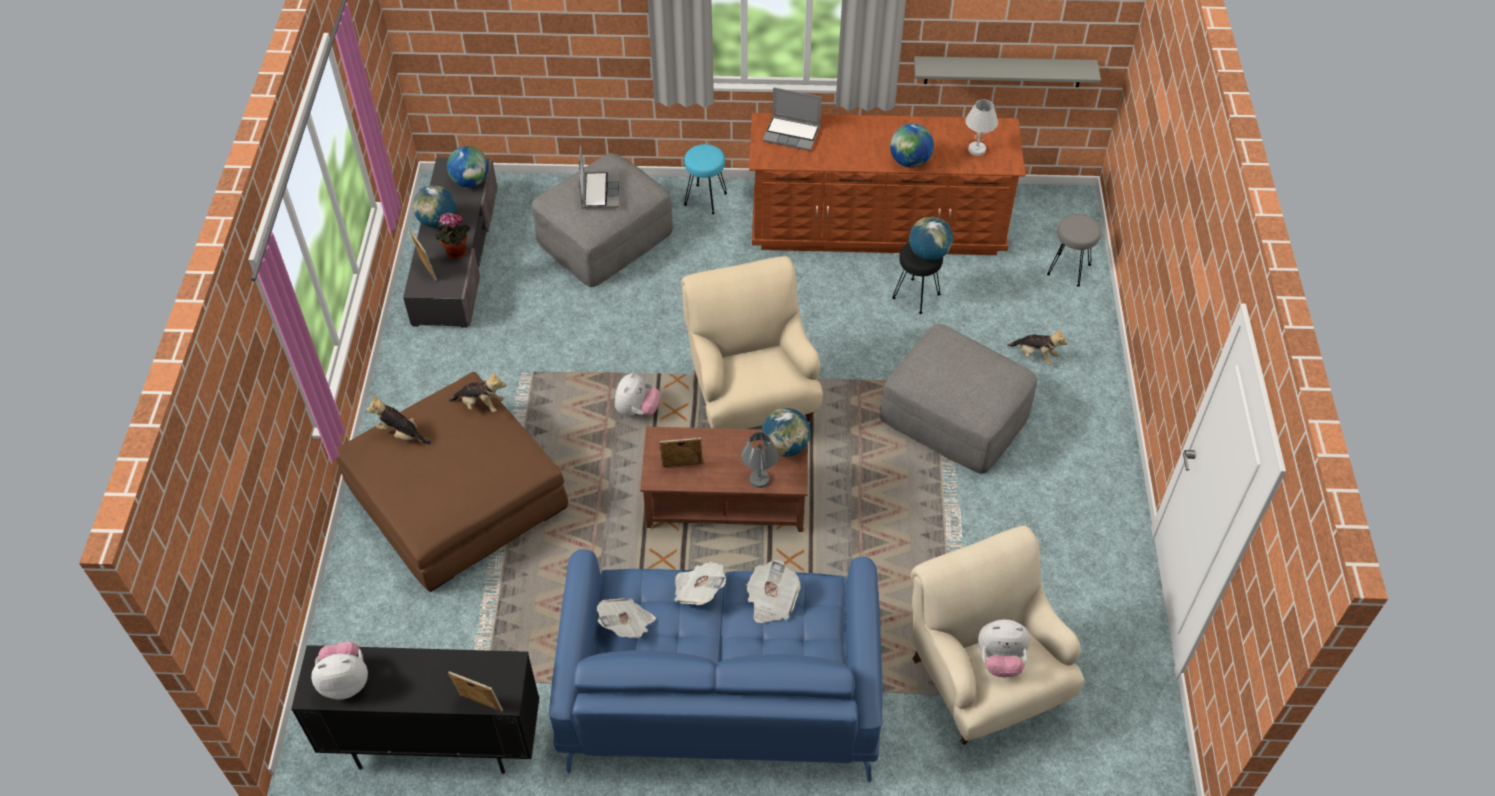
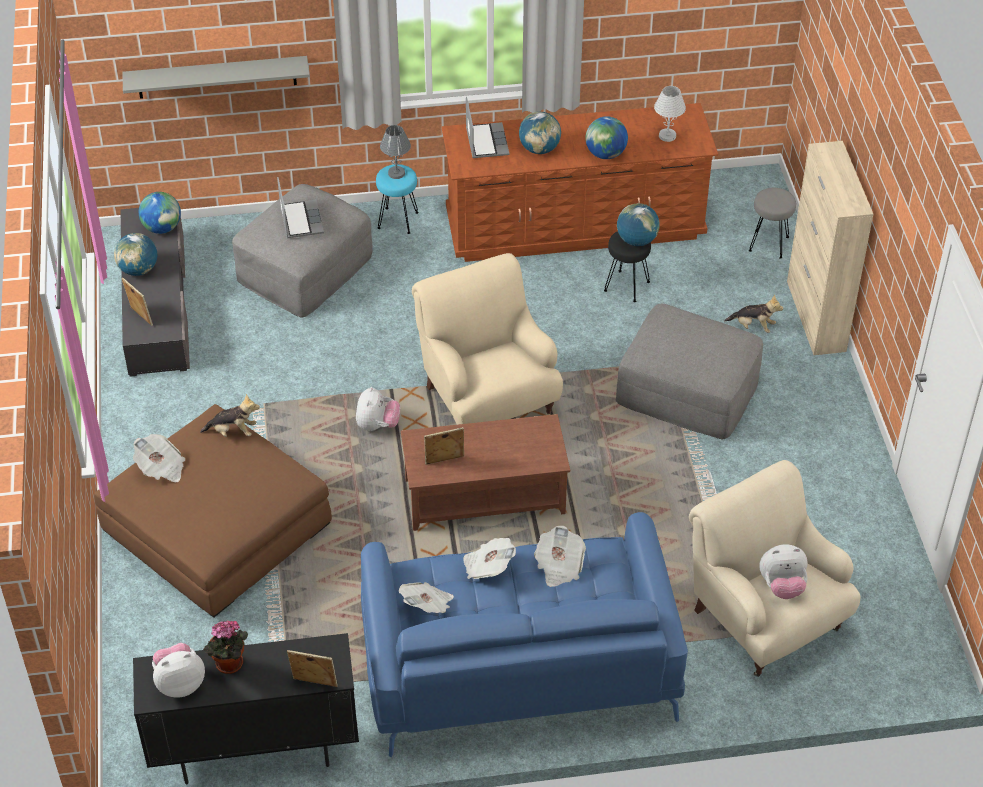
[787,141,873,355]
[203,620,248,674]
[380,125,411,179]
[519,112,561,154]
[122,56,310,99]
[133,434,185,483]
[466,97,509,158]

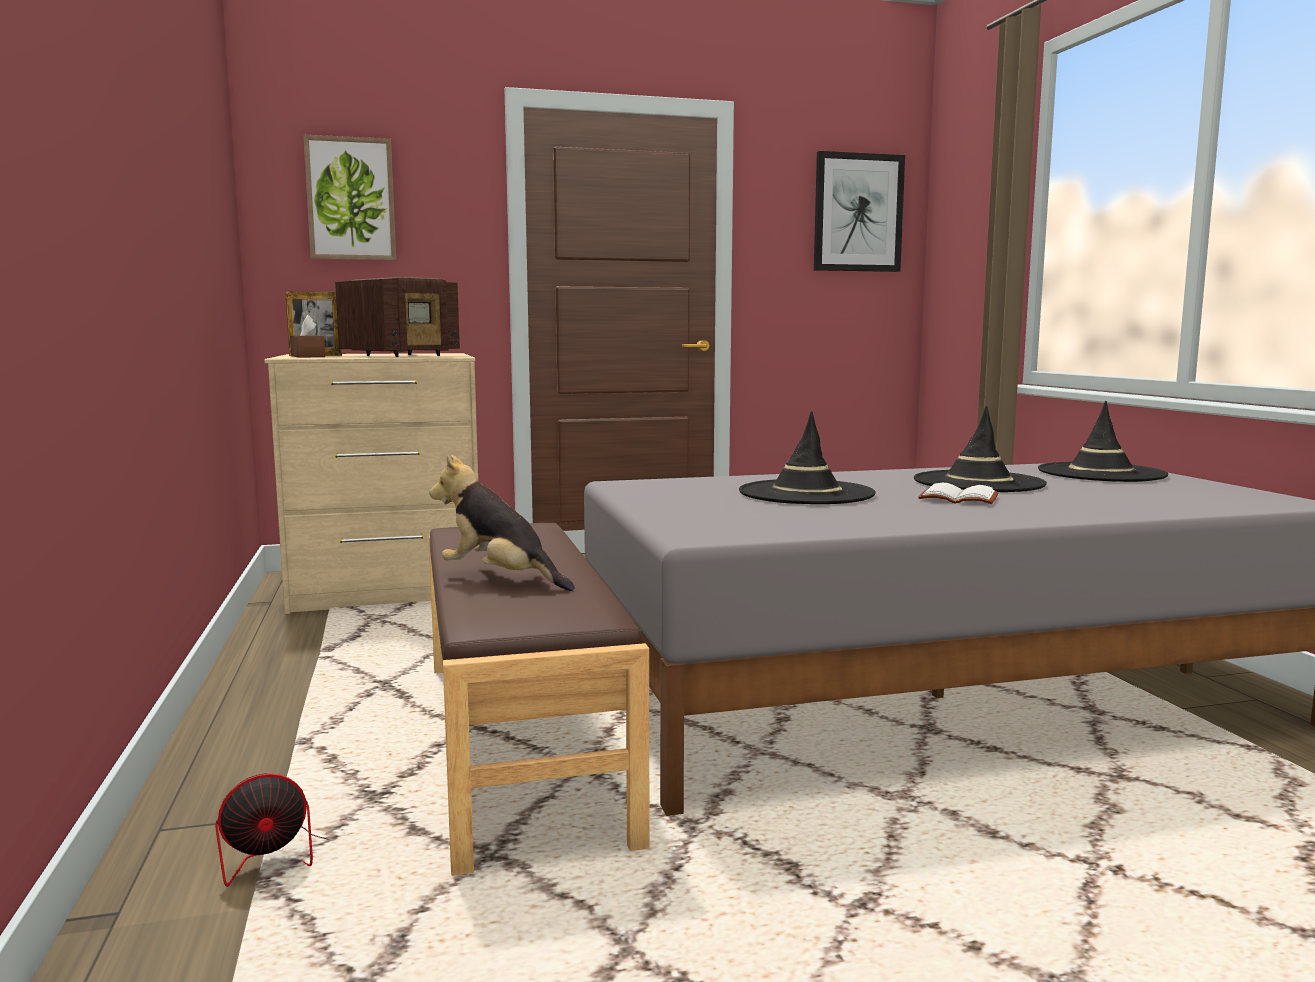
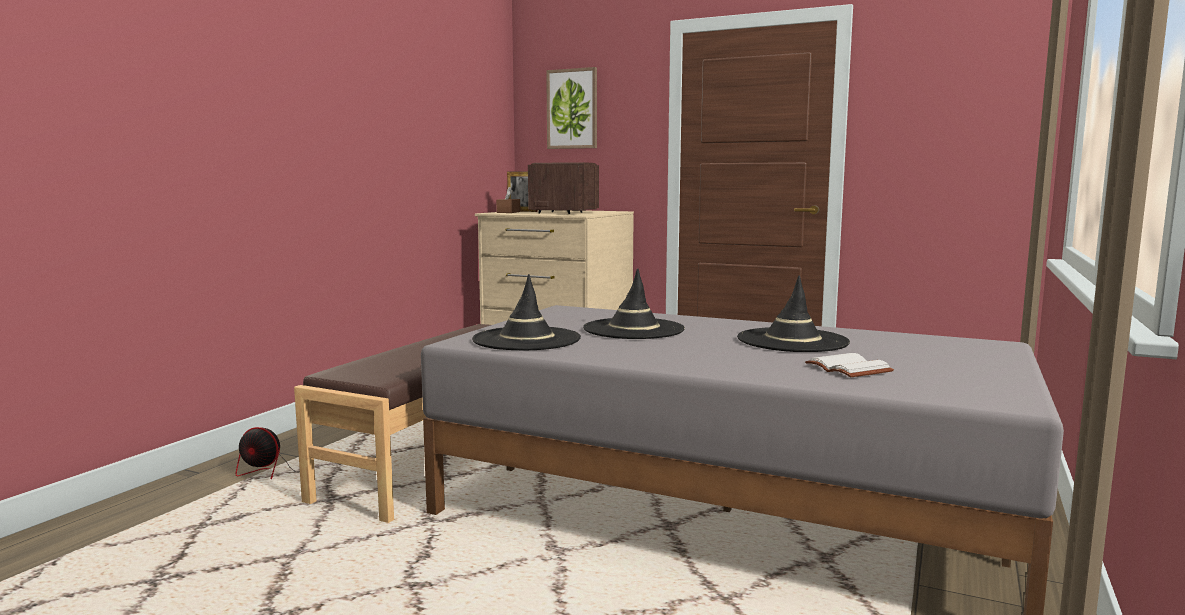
[429,455,575,591] (first image)
[814,151,905,272] (first image)
[805,353,894,378]
[472,274,581,350]
[528,162,599,214]

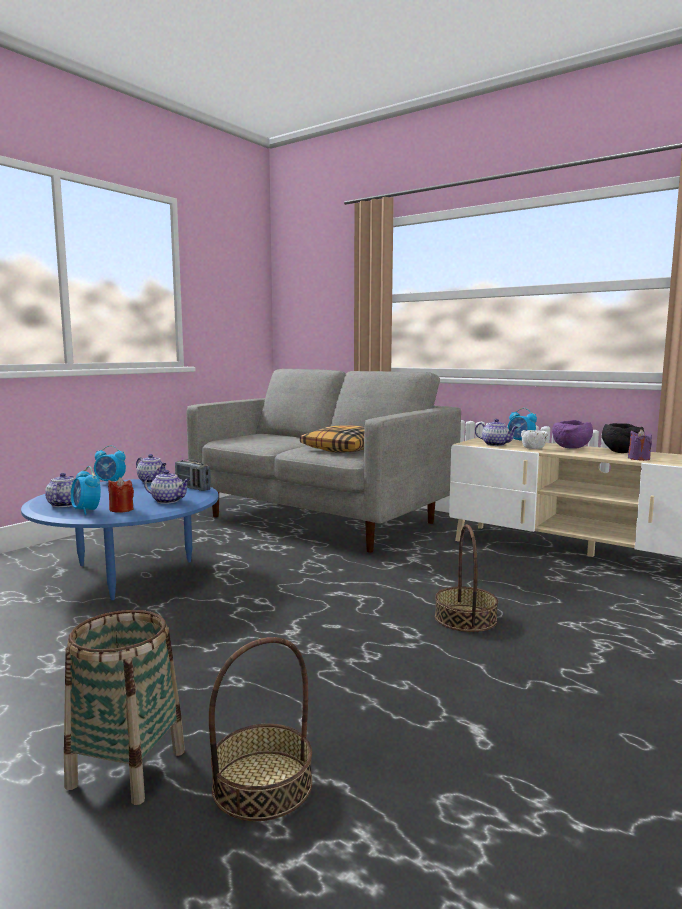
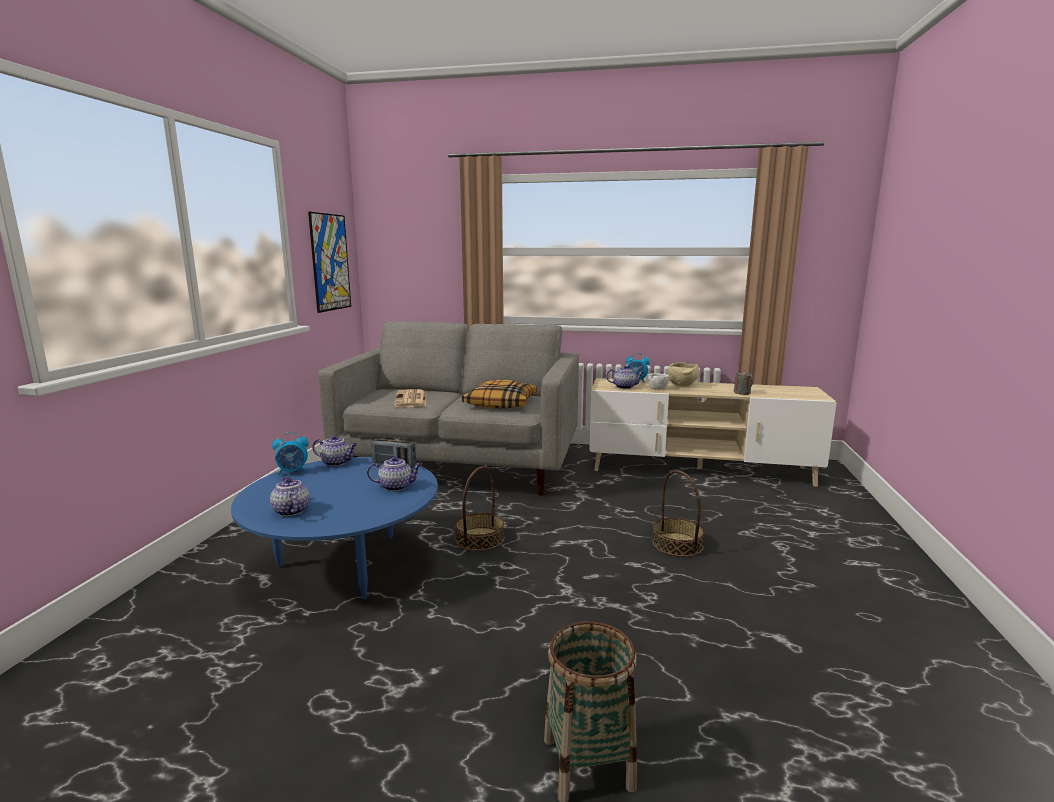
[71,466,101,515] (first image)
[108,477,134,513] (first image)
[602,423,644,453] (first image)
[308,212,351,313]
[394,389,426,408]
[455,466,504,551]
[668,362,699,386]
[734,371,753,395]

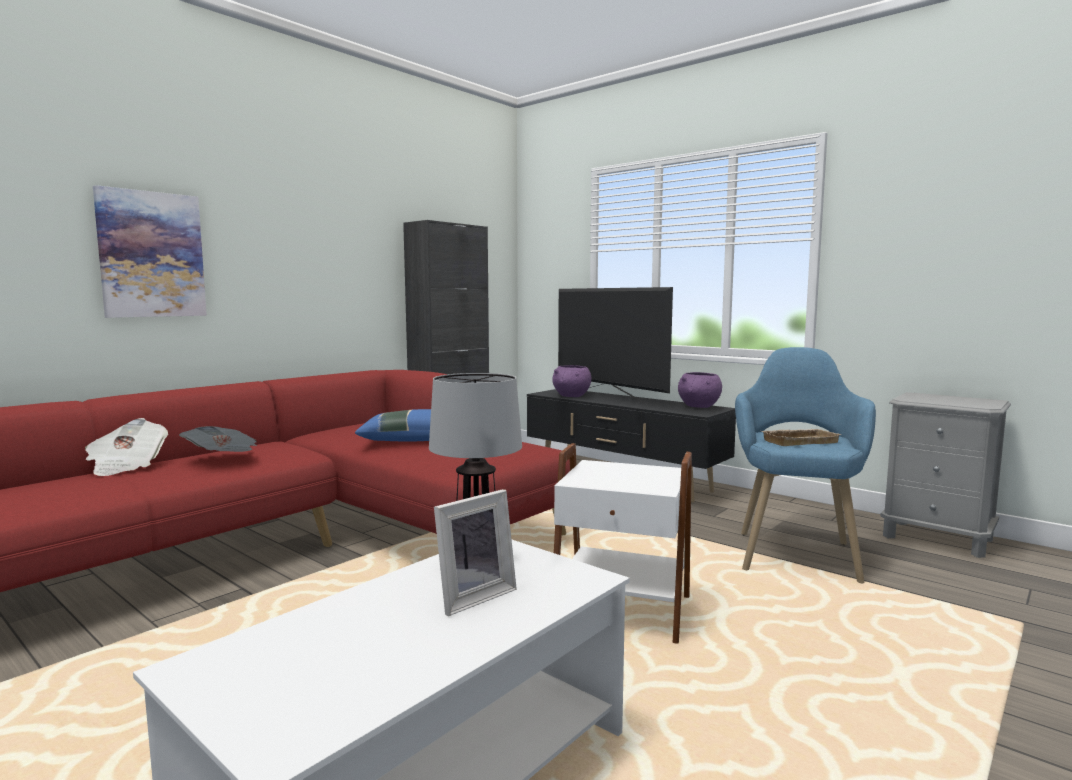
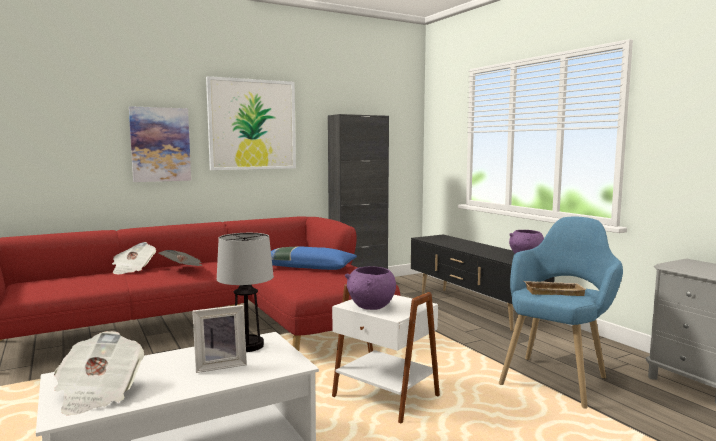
[558,287,673,403] (first image)
[54,331,144,416]
[206,76,296,170]
[345,267,396,310]

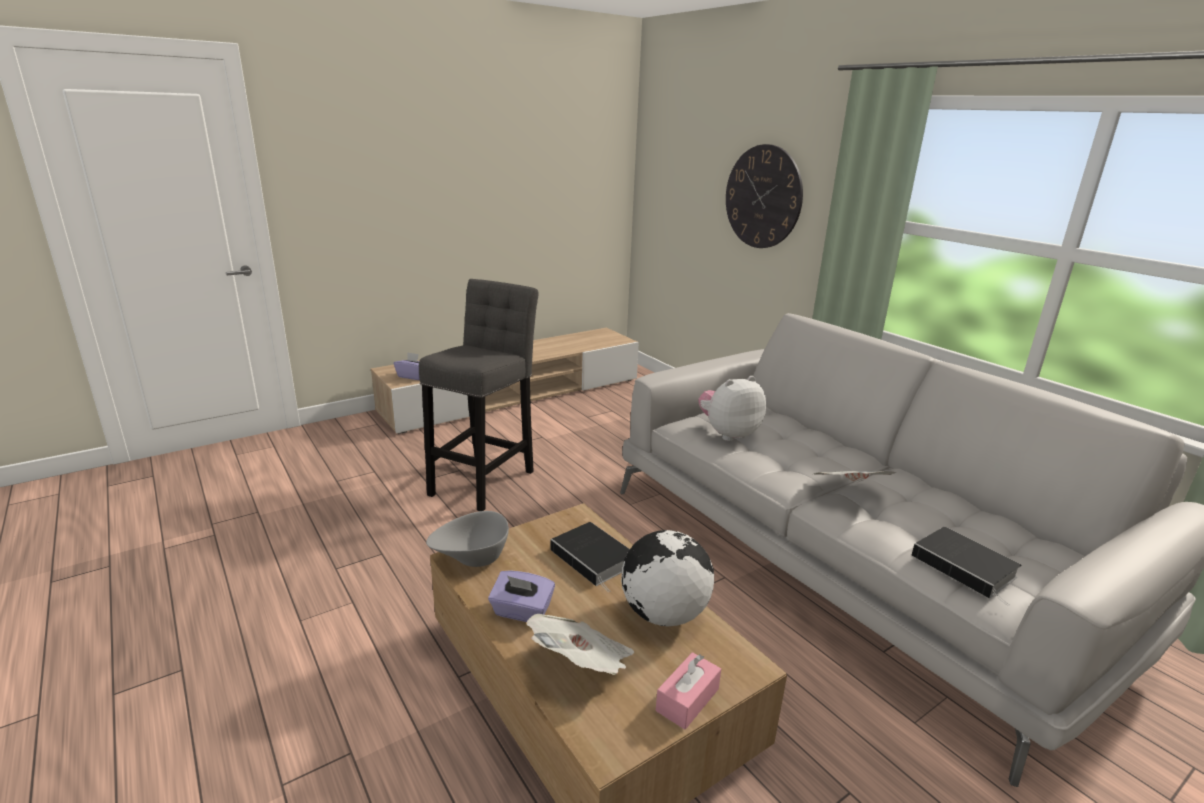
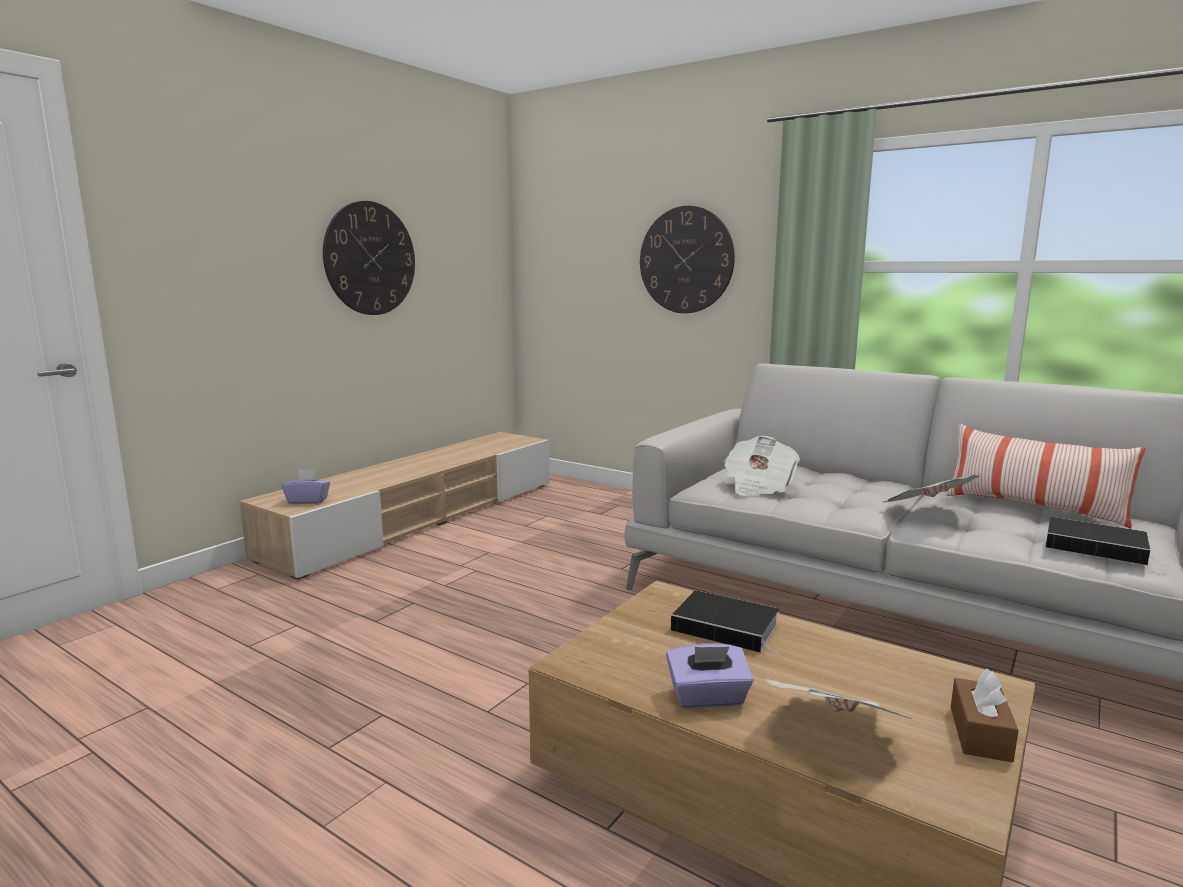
[419,279,538,511] (first image)
[426,511,509,567] (first image)
[621,530,714,627] (first image)
[323,201,415,315]
[945,424,1146,529]
[724,436,800,496]
[951,669,1019,762]

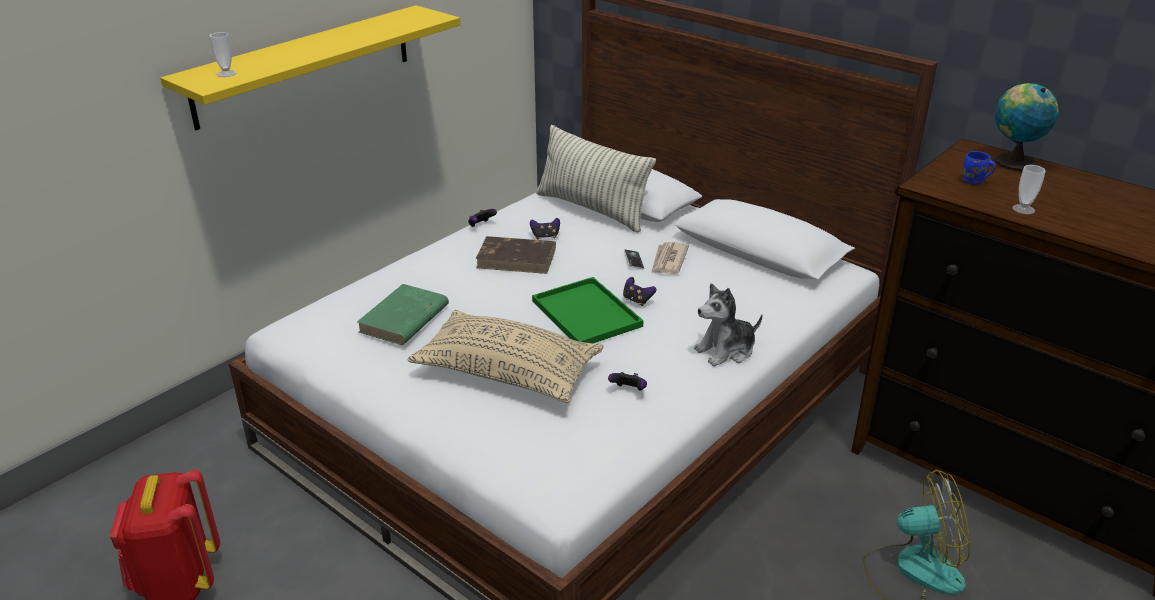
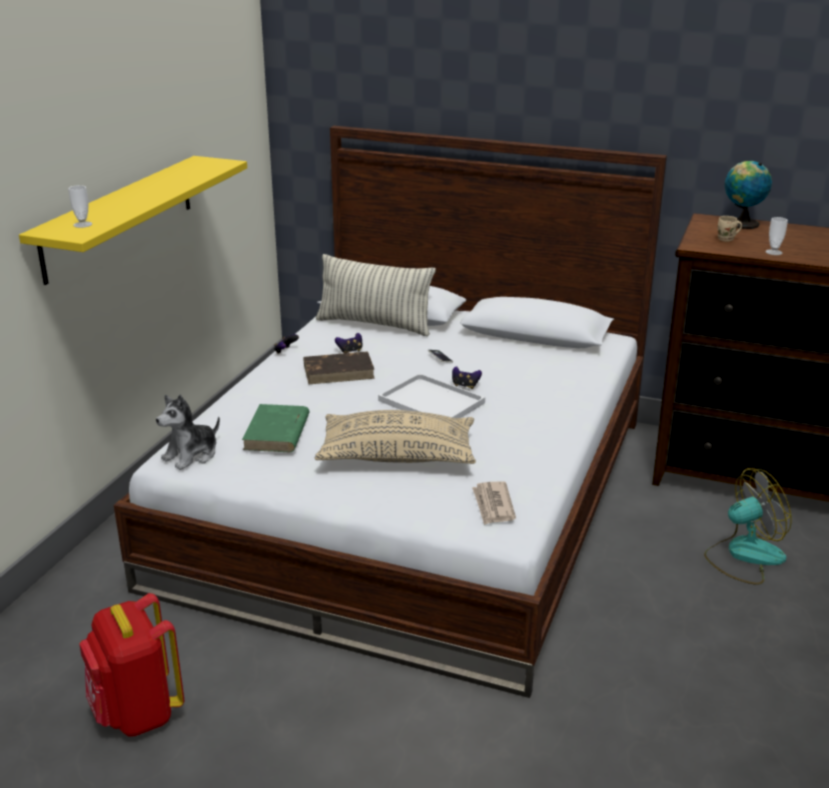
[608,372,647,391] (first image)
[472,481,516,525]
[156,395,220,470]
[378,373,485,418]
[718,216,742,242]

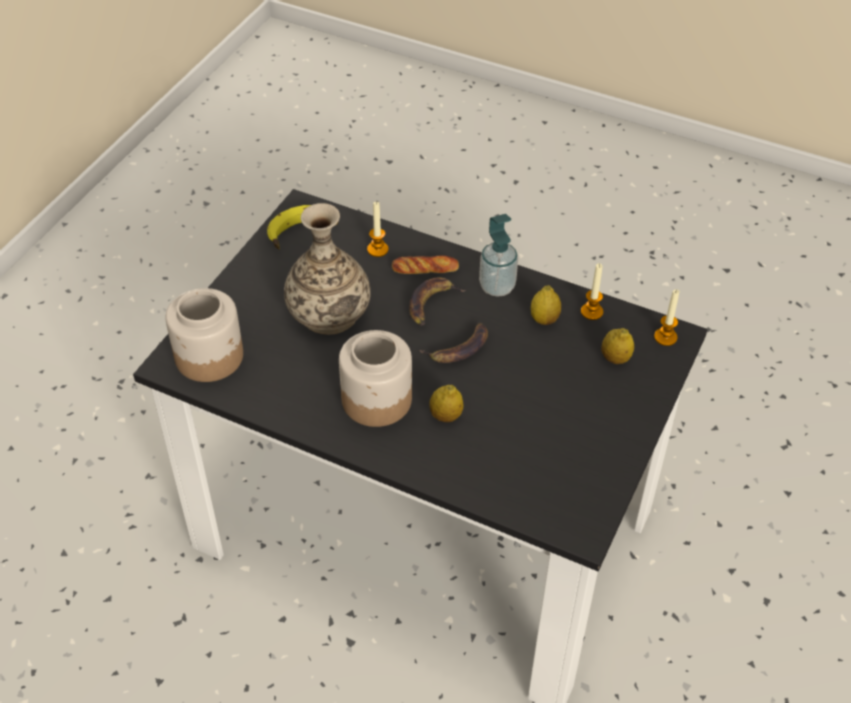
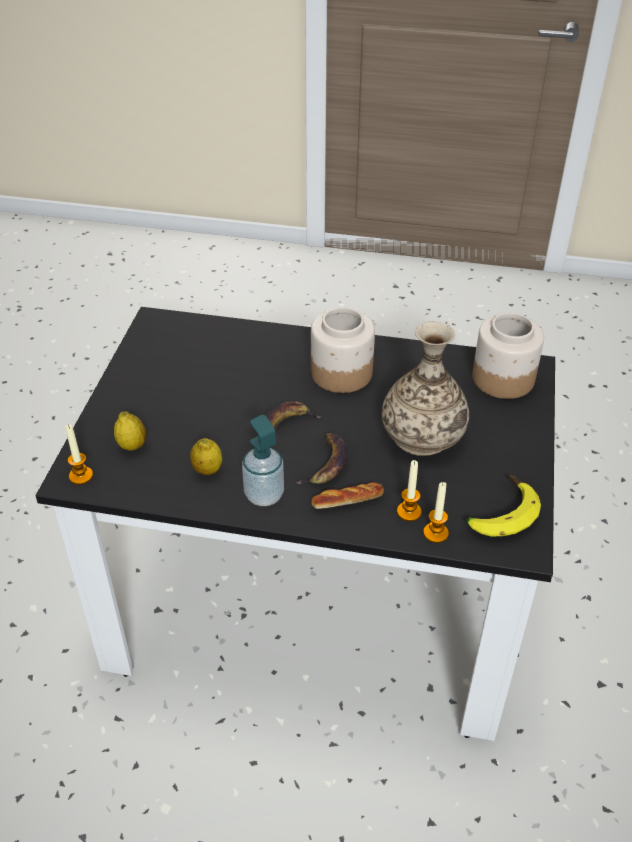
[429,385,463,422] (first image)
[423,482,449,543]

